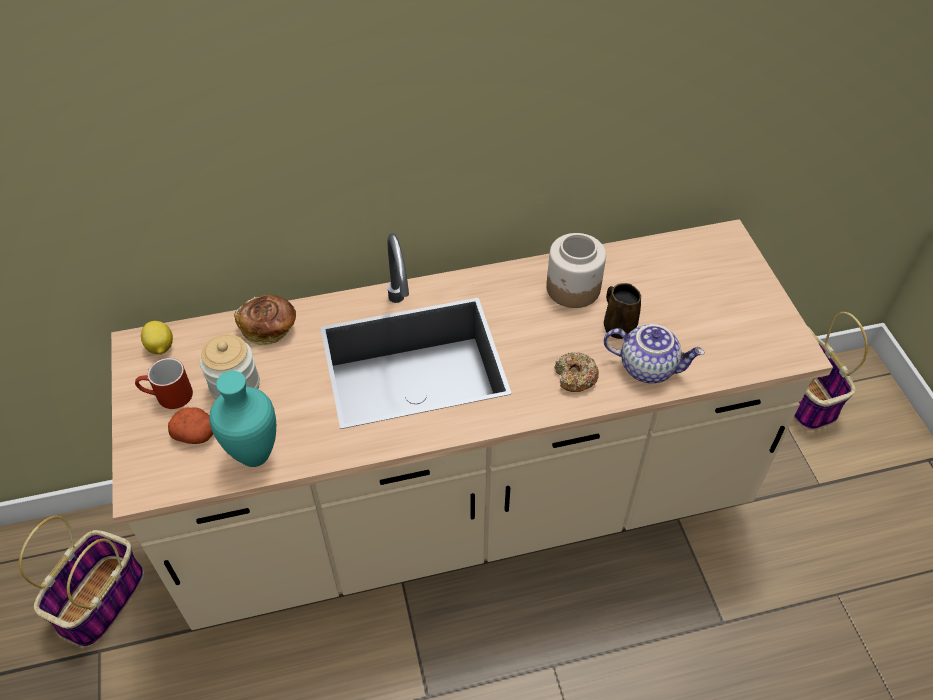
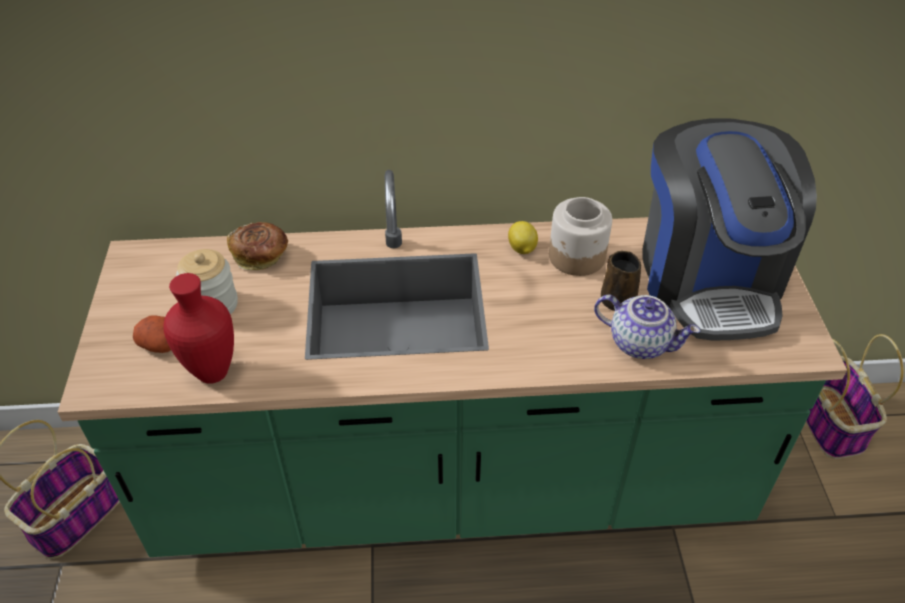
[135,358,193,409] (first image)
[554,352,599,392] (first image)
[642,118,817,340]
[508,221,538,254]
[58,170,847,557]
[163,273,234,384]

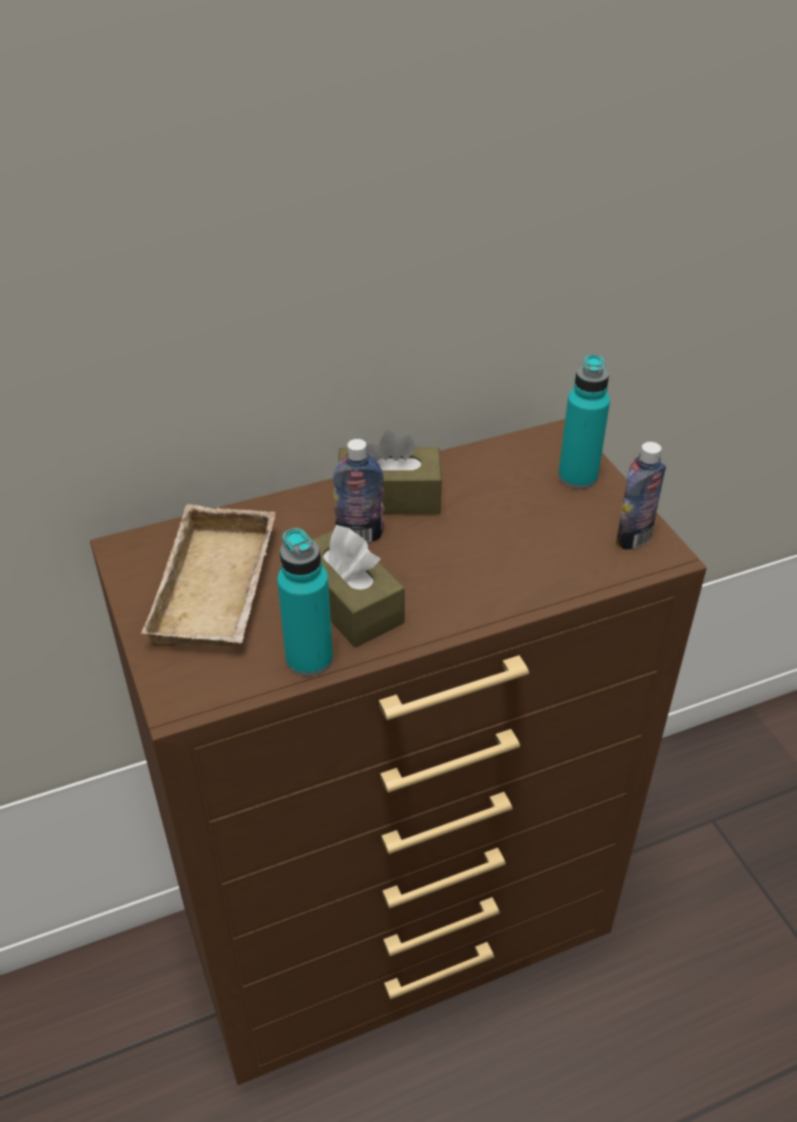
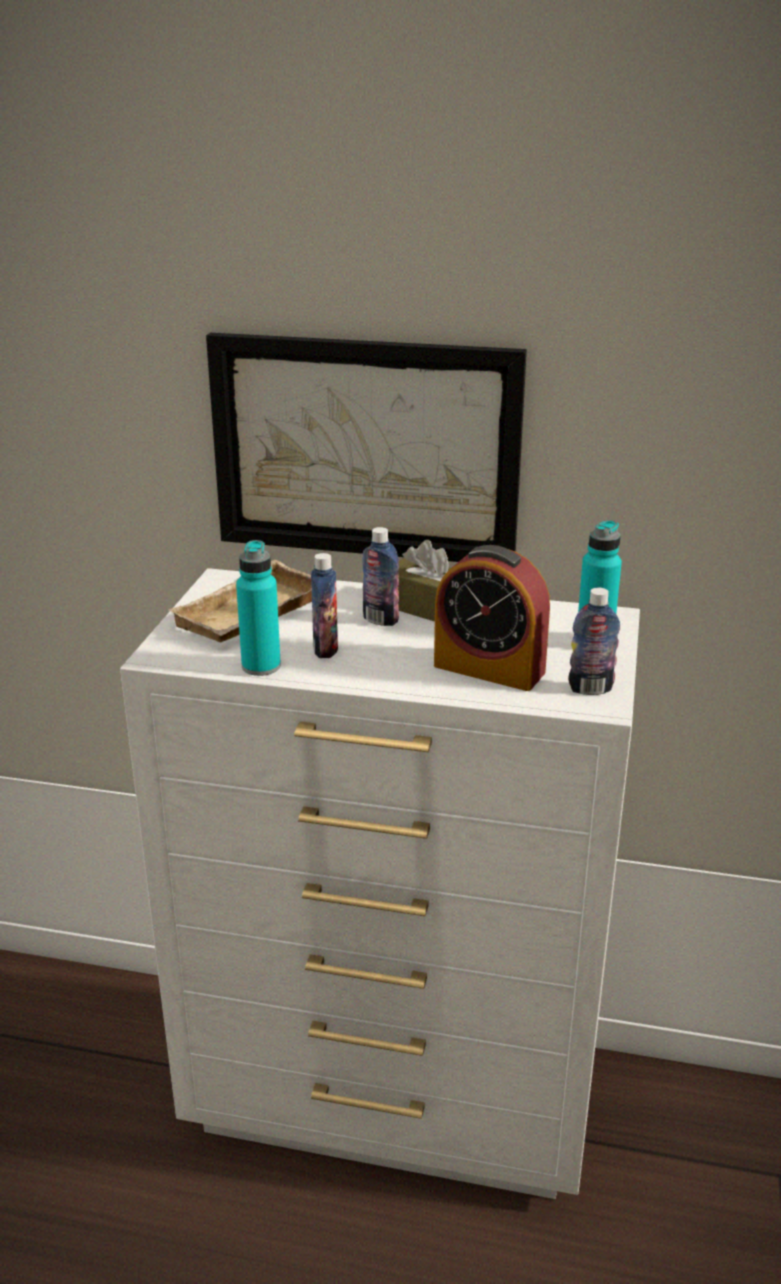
[206,333,527,562]
[434,545,550,691]
[311,553,338,658]
[120,568,640,1199]

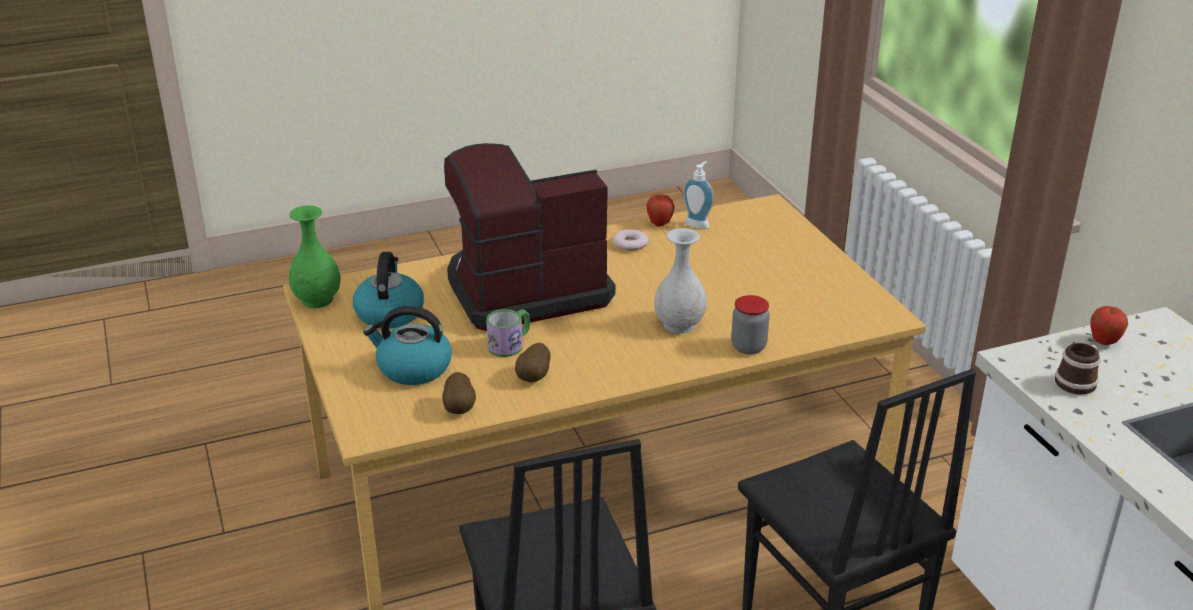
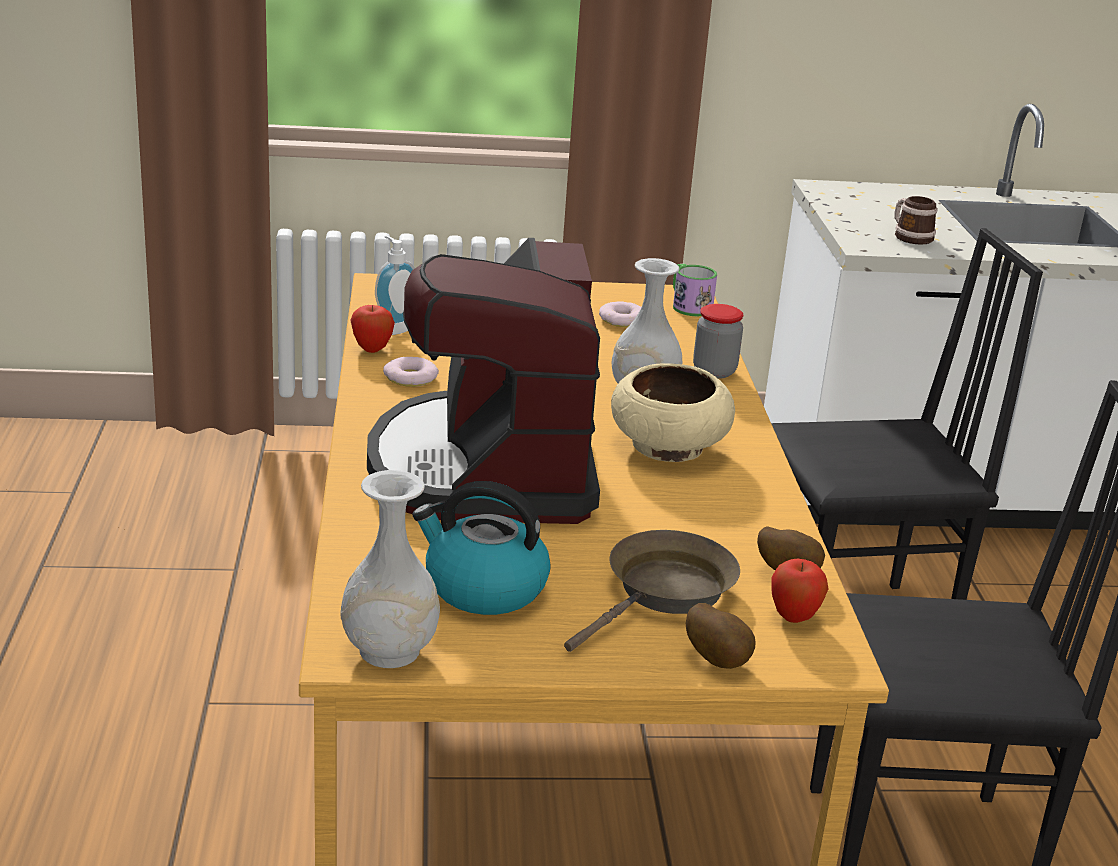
[599,301,641,327]
[611,363,735,462]
[673,264,717,316]
[686,603,756,669]
[771,559,829,623]
[564,530,740,652]
[340,470,440,668]

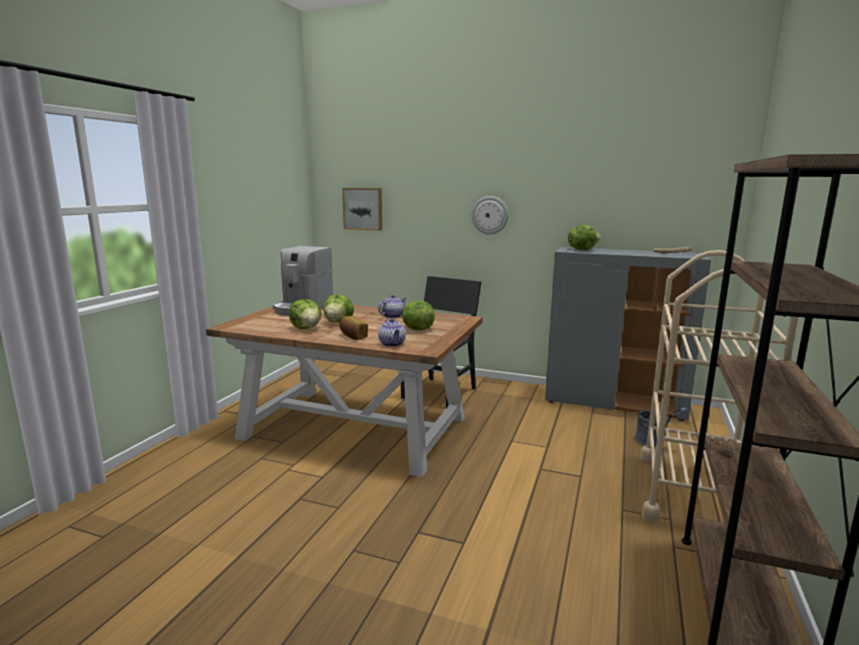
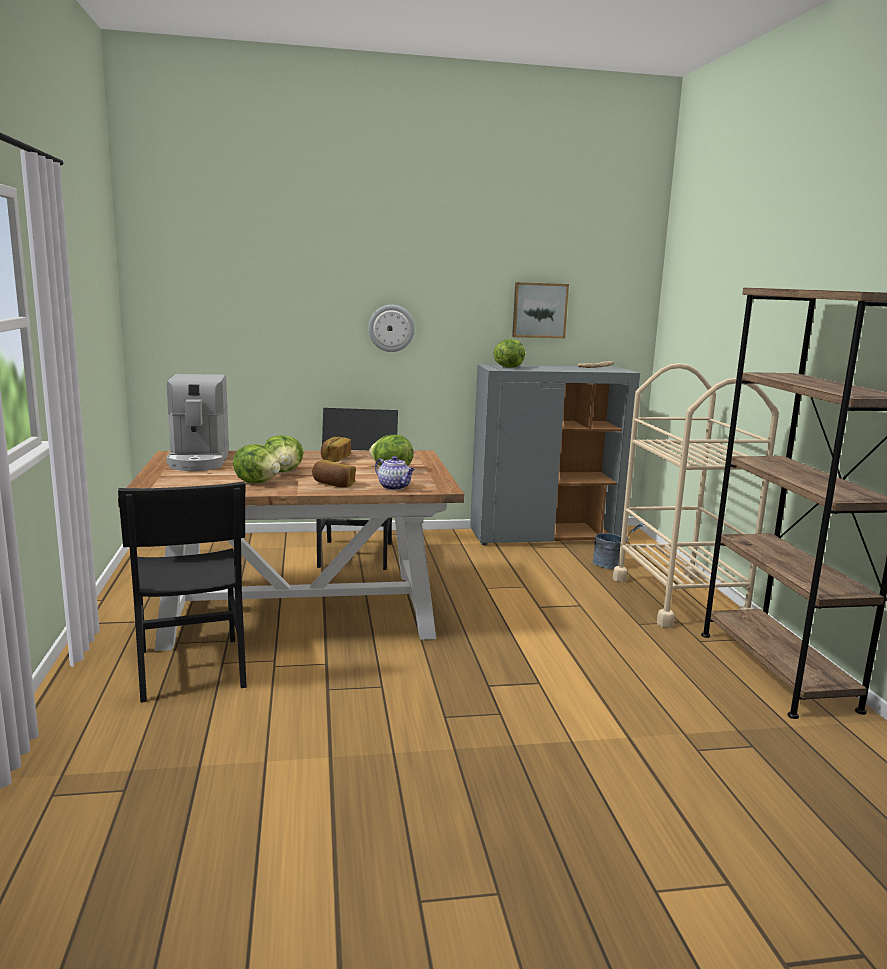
[118,481,247,703]
[512,282,569,338]
[321,437,351,462]

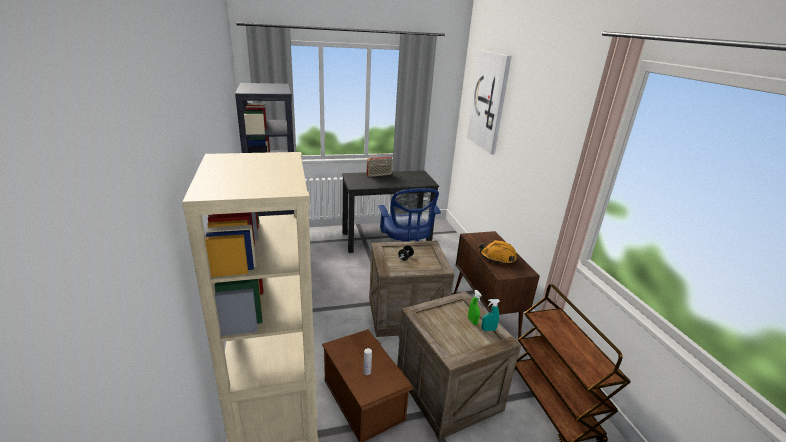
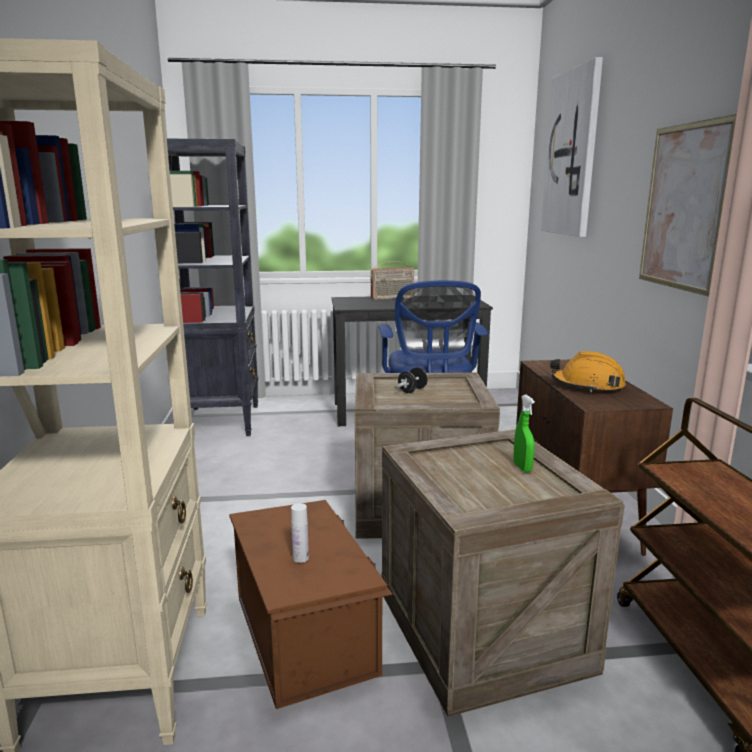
[481,299,500,331] (first image)
[639,114,737,297]

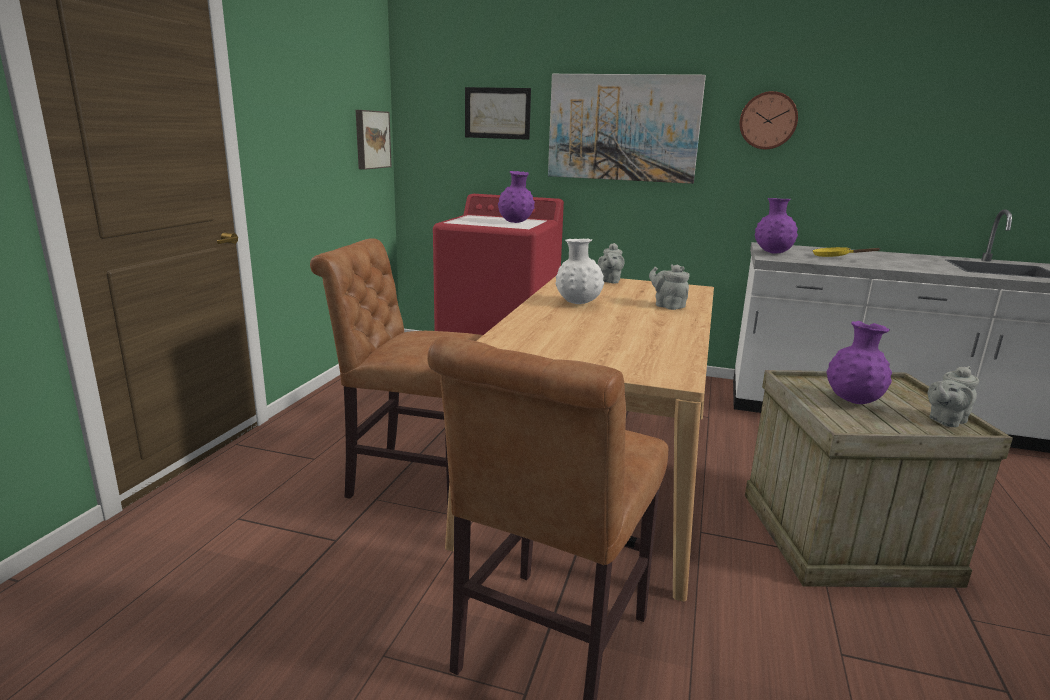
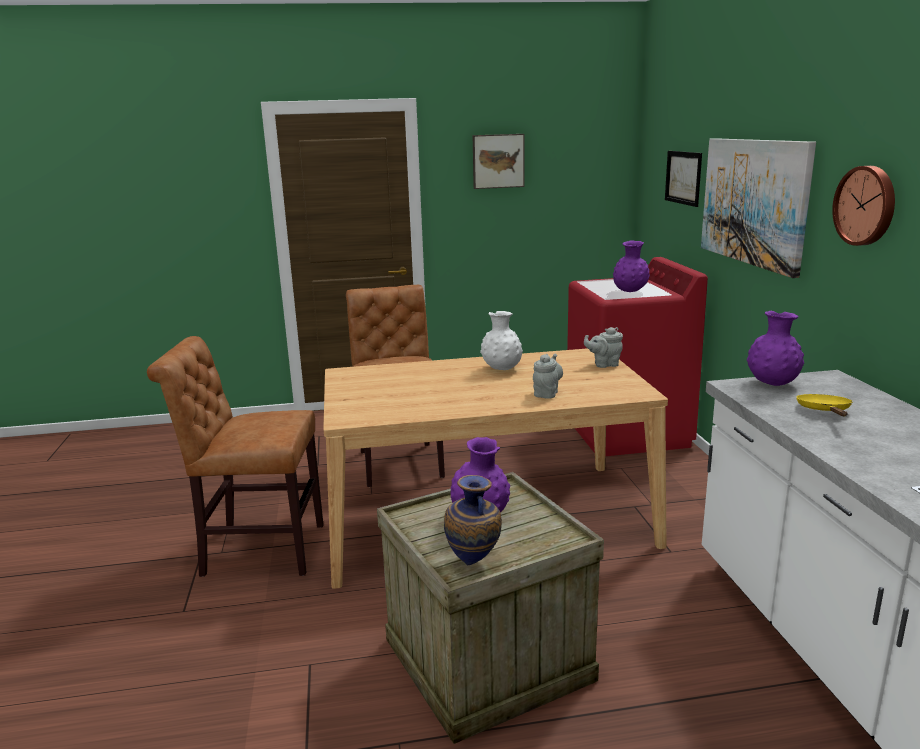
[472,134,525,189]
[444,475,502,565]

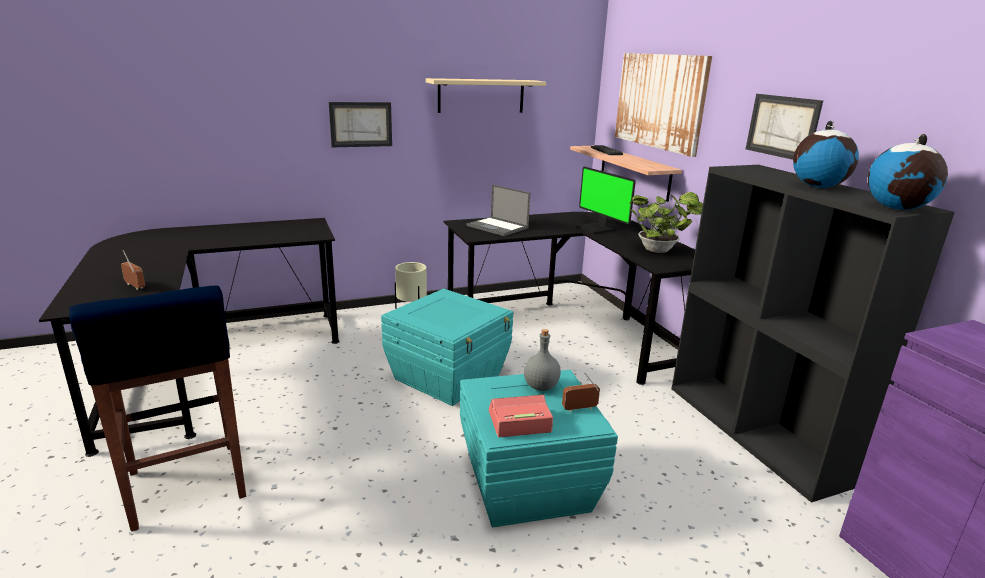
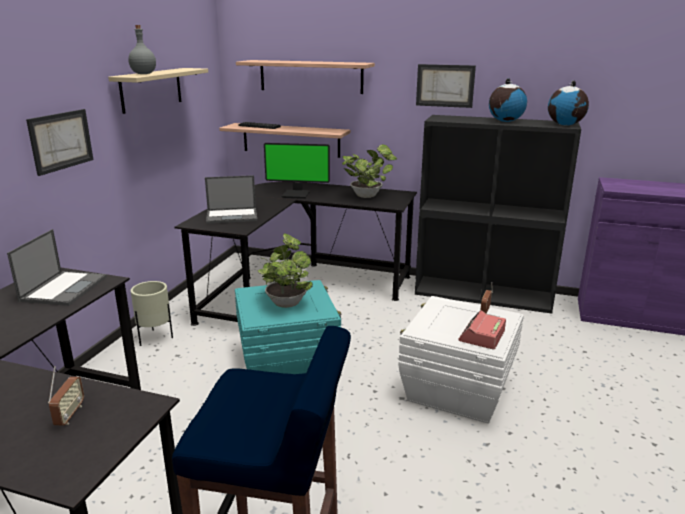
[7,229,107,306]
[258,234,313,308]
[128,25,156,74]
[236,60,375,94]
[398,296,524,424]
[48,366,84,425]

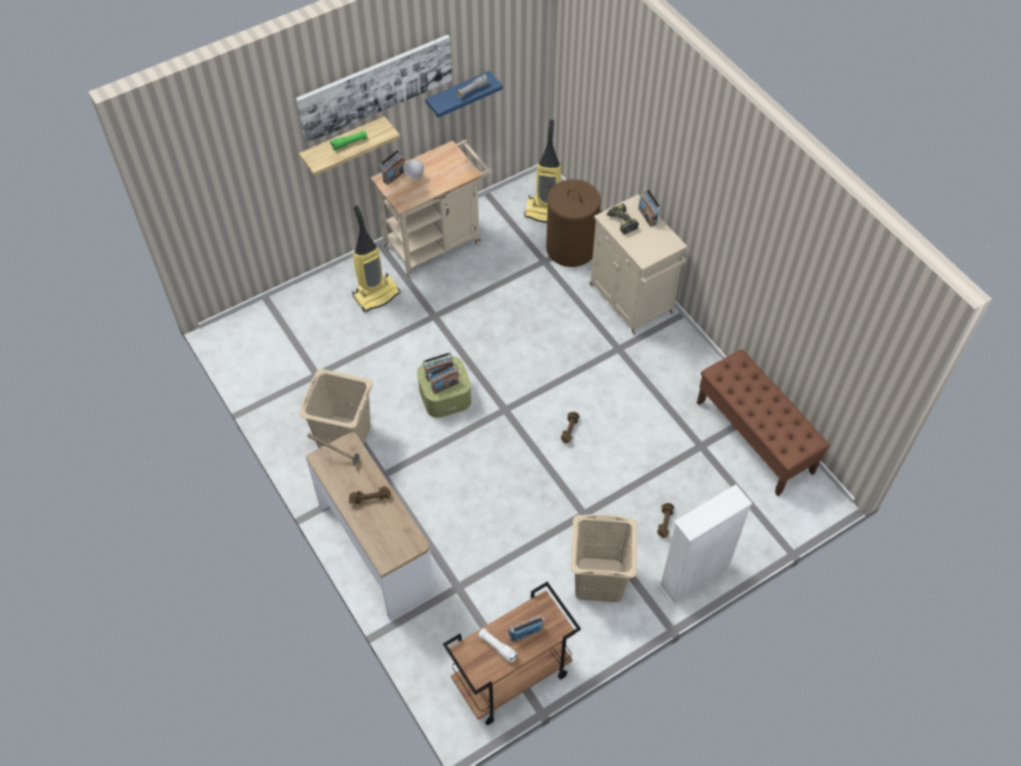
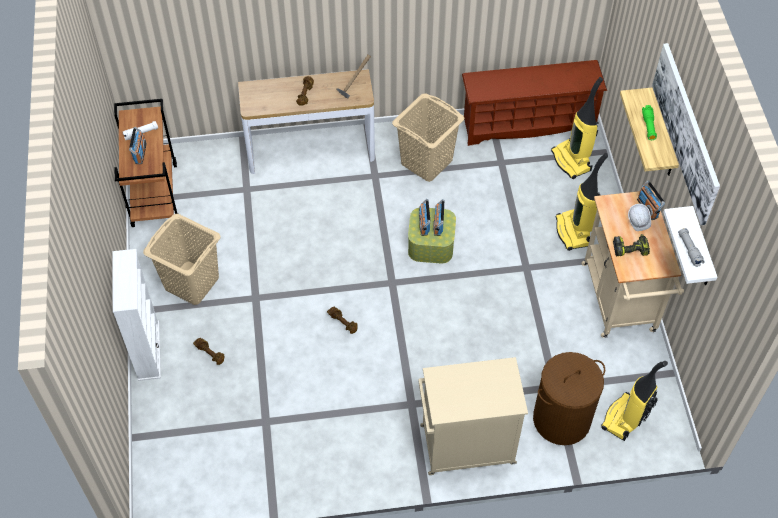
[638,188,661,227] (first image)
[697,349,830,496] (first image)
[462,60,607,146]
[551,77,603,179]
[613,234,650,256]
[663,206,717,285]

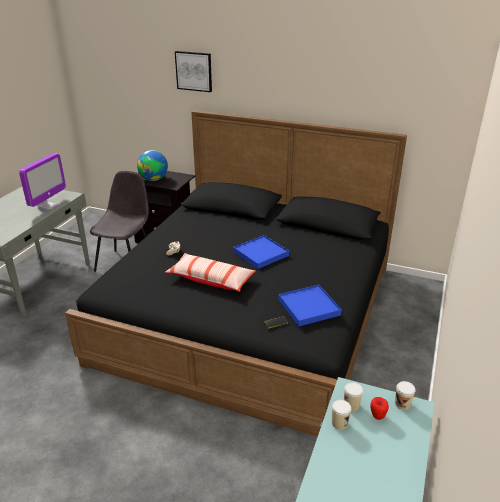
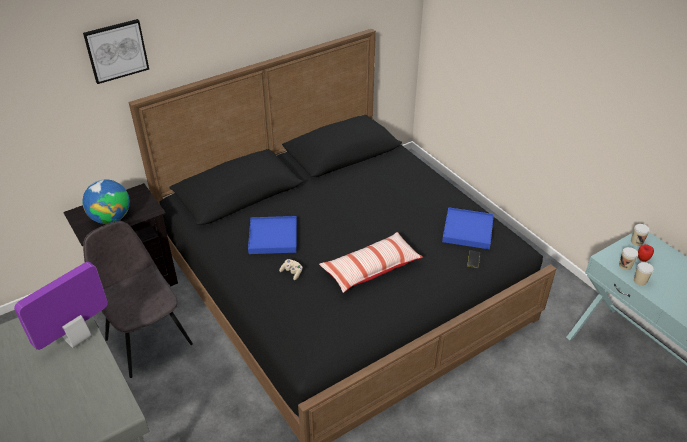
[248,216,297,254]
[14,262,108,350]

